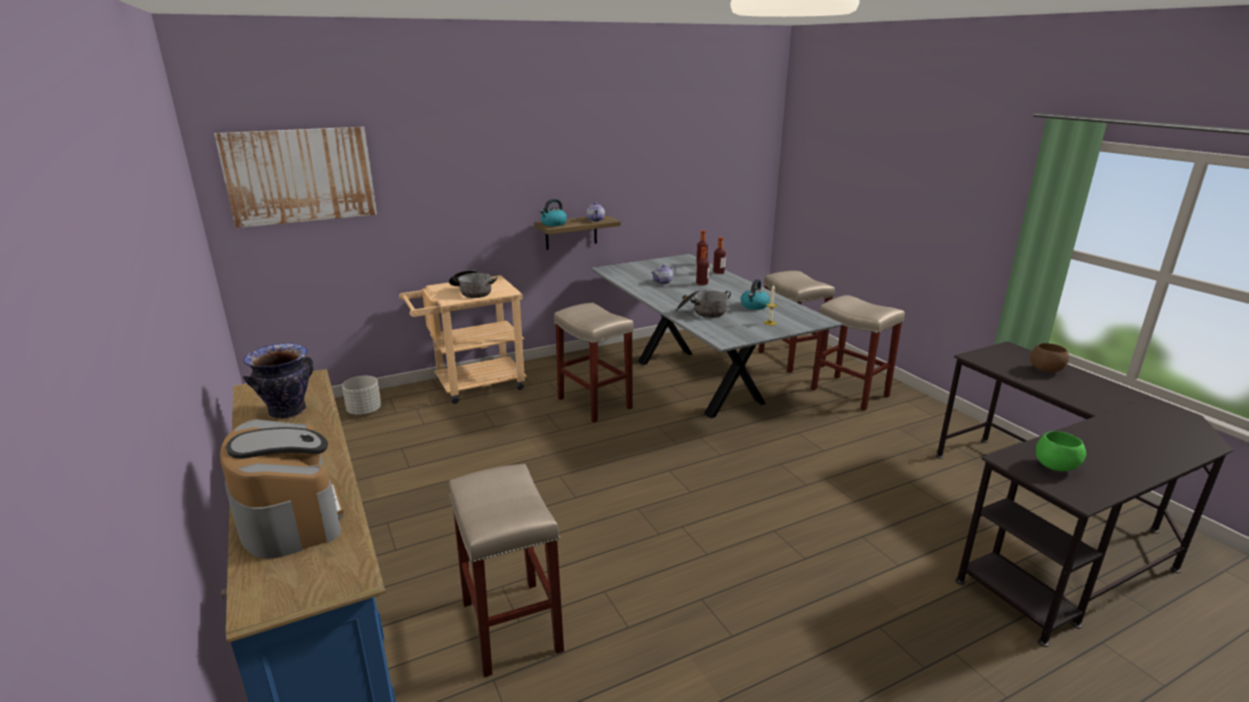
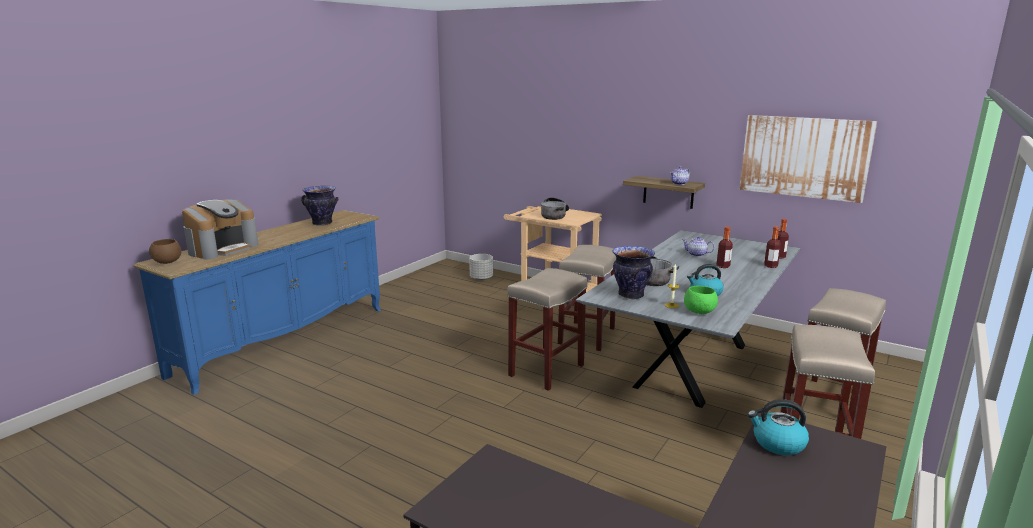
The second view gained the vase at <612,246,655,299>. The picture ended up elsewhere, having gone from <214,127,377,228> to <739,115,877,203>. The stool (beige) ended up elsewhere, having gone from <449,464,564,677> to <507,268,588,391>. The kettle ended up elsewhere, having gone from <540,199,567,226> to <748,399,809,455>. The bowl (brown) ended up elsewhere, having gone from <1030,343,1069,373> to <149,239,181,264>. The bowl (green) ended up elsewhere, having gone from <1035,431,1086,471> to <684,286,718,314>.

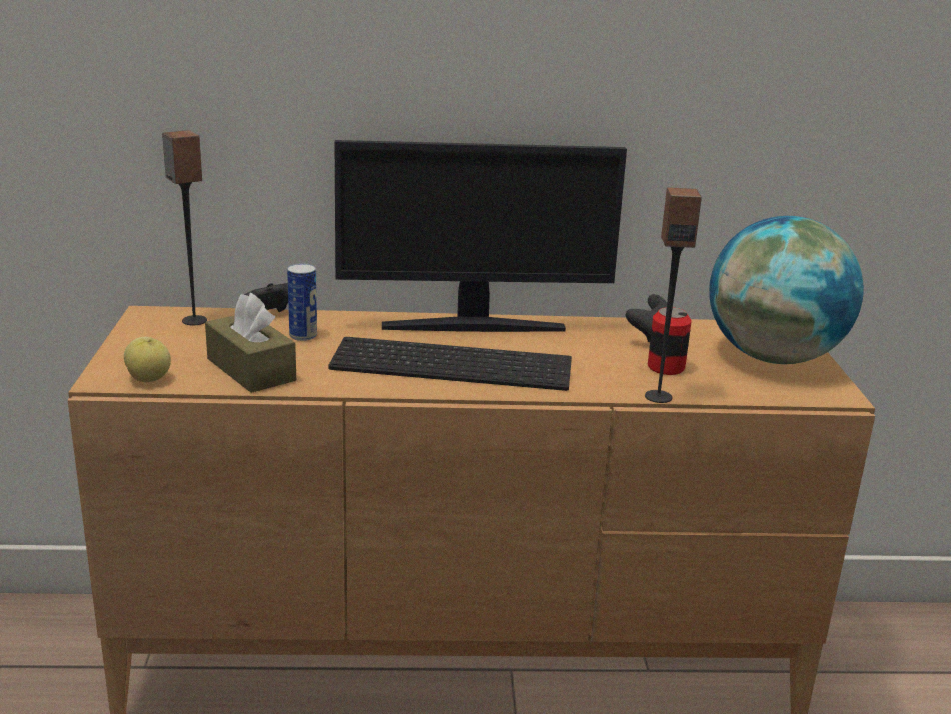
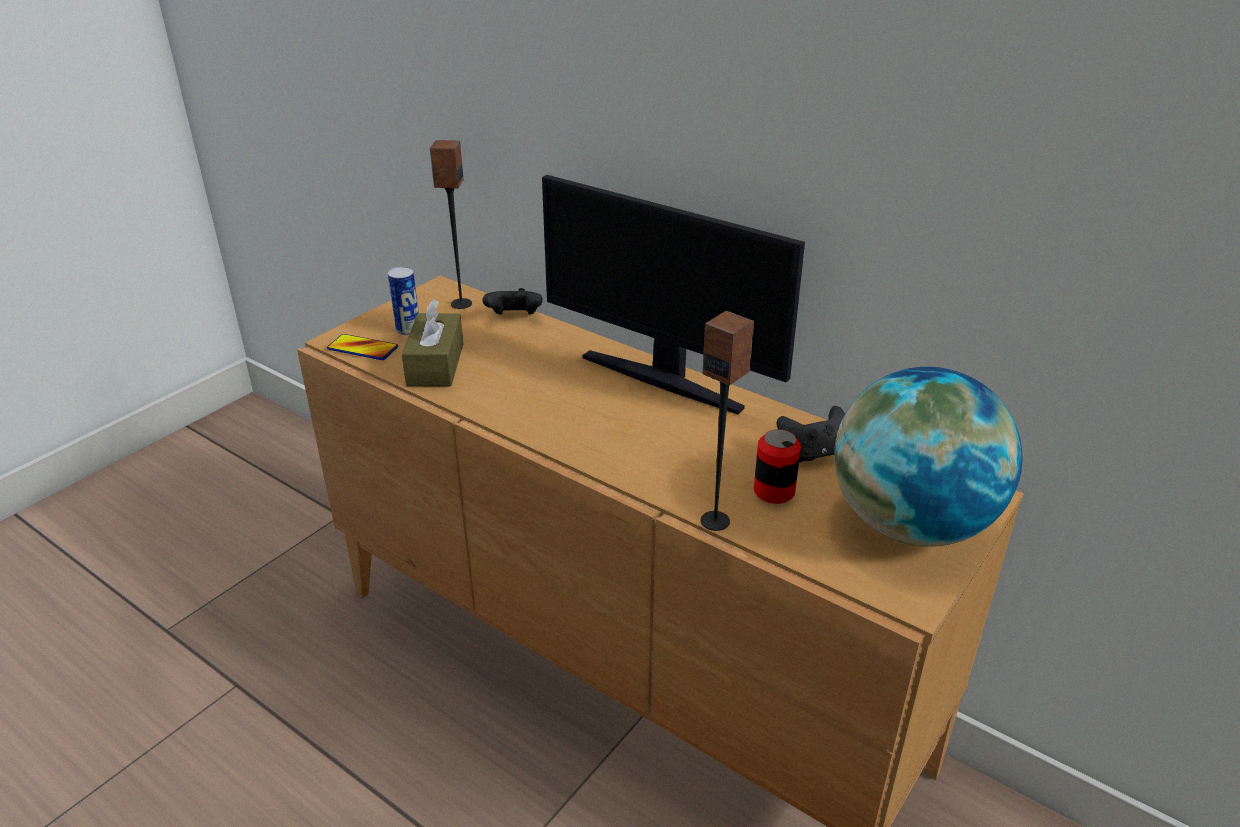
The second view lost the keyboard at <328,337,572,391>. The can ended up elsewhere, having gone from <287,263,317,341> to <388,266,419,335>. Where the apple stood at <124,337,171,382>, the phone came to stand at <327,334,398,360>.

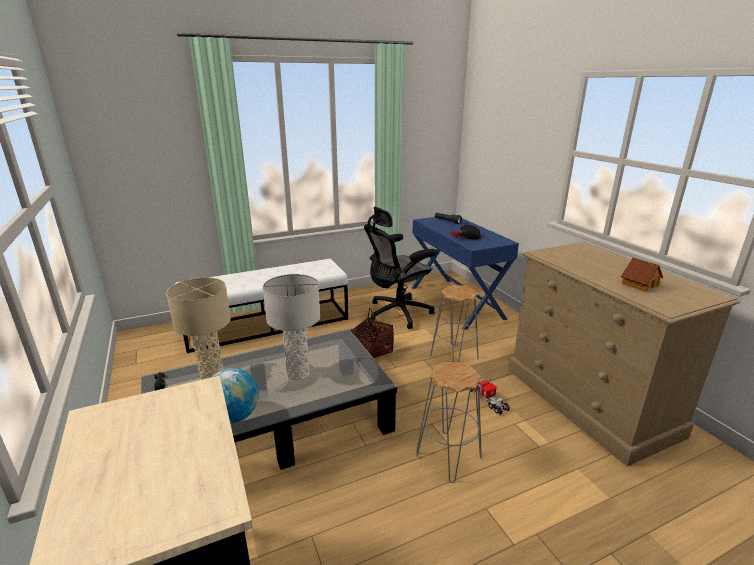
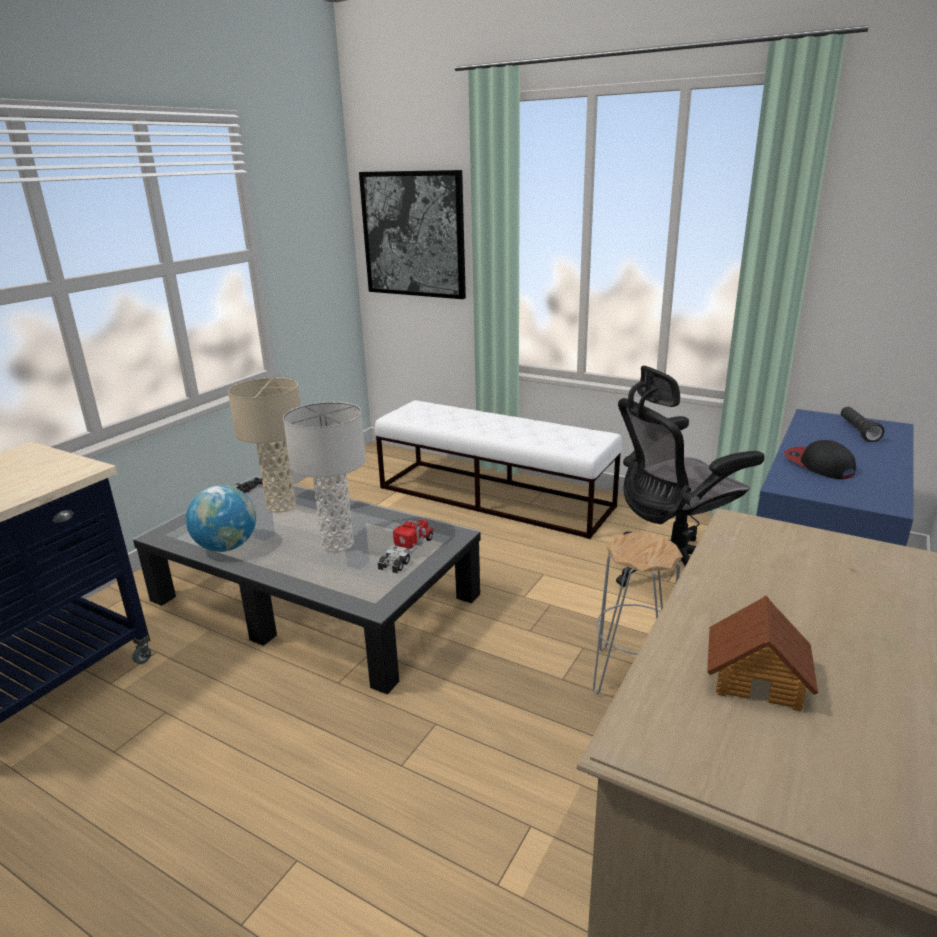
The second view lost the basket at <350,308,394,358>. The second view lost the stool (grey) at <416,362,482,483>. The second view gained the picture at <359,170,466,299>. The toy truck ended up elsewhere, having gone from <470,379,510,415> to <378,519,434,574>. The office chair at <364,207,437,329> ended up facing another way, 45 degrees counterclockwise from before.

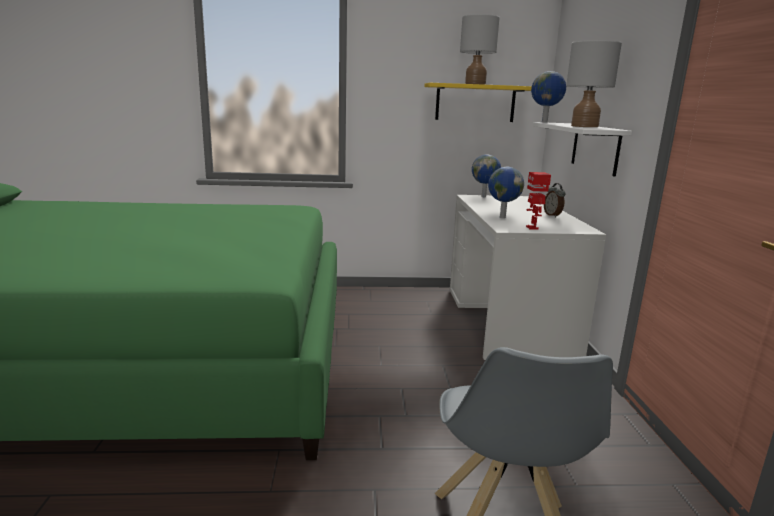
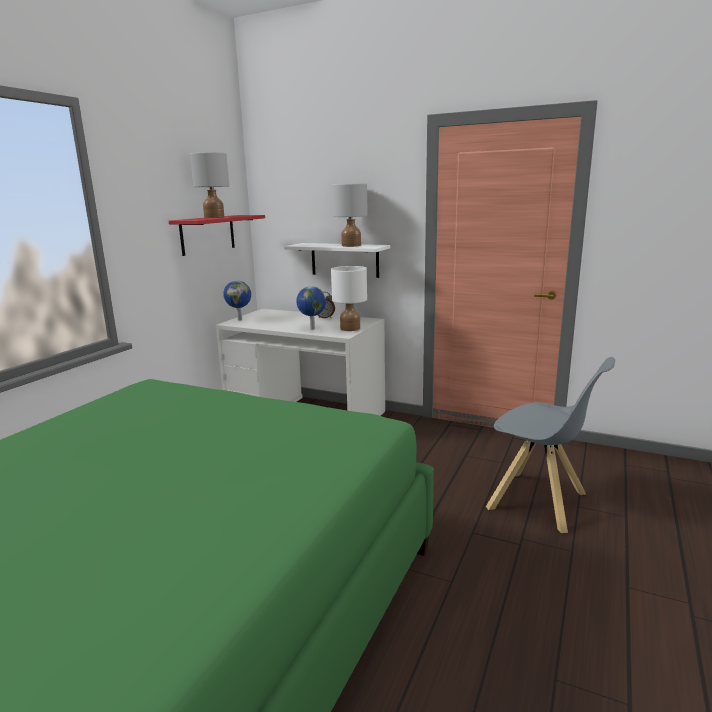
The second view lost the globe at <531,71,566,123>. Where the toy robot stood at <526,172,551,230>, the table lamp (white) came to stand at <331,266,367,331>. What was the shelf (yellow) at <424,83,532,122> turned into the shelf (red) at <169,215,265,256>.

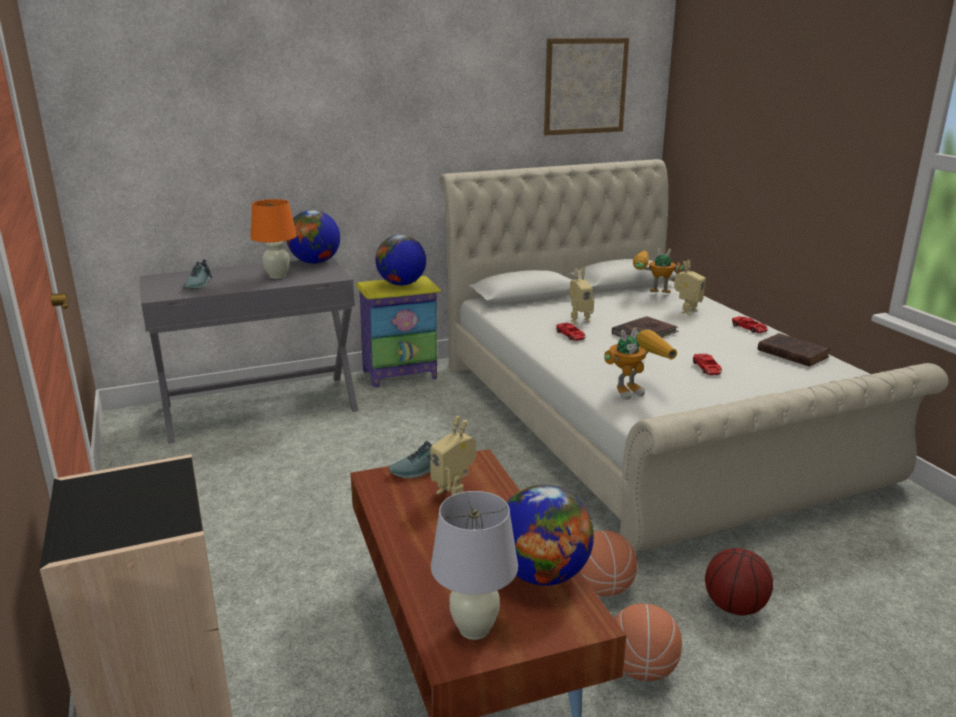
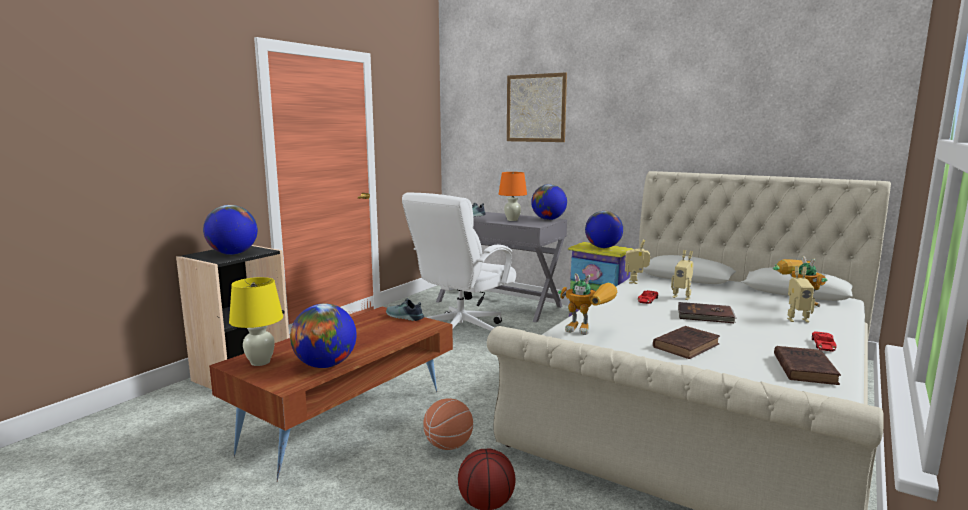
The second view lost the basketball at <615,603,682,681>. The second view gained the globe at <203,205,258,255>. The second view gained the office chair (white) at <402,192,516,331>. The toy robot ended up elsewhere, having gone from <430,416,476,495> to <625,240,650,284>. The picture ended up elsewhere, having gone from <544,36,629,135> to <507,72,567,142>. Where the toy car (red) stood at <693,354,722,375>, the book (brown) came to stand at <653,326,720,359>. What was the table lamp (white) at <431,491,518,640> turned into the table lamp (yellow) at <229,277,283,366>.

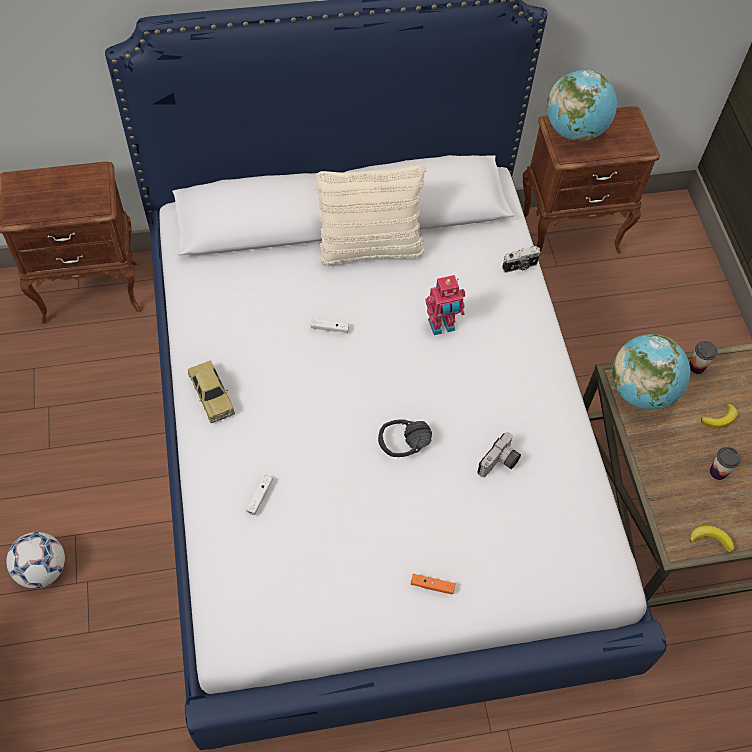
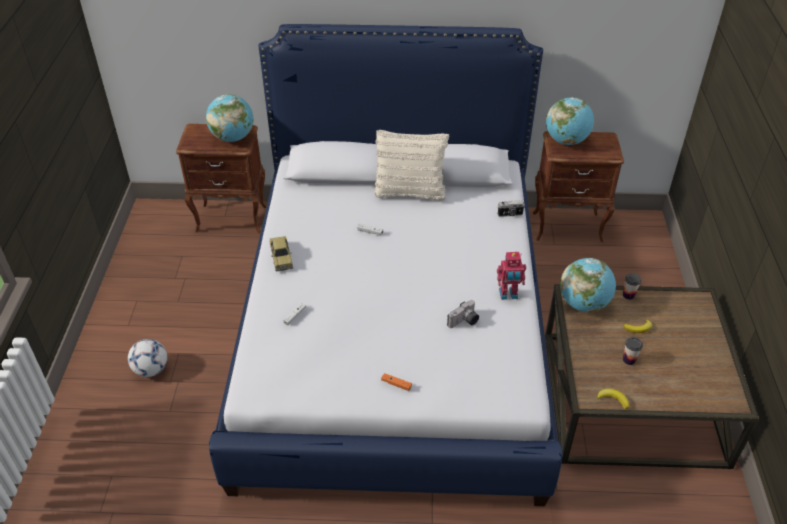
The second view lost the headphones (black) at <378,419,432,457>. The second view gained the globe at <206,94,254,142>. The toy robot ended up elsewhere, having gone from <425,275,465,335> to <497,252,526,300>.

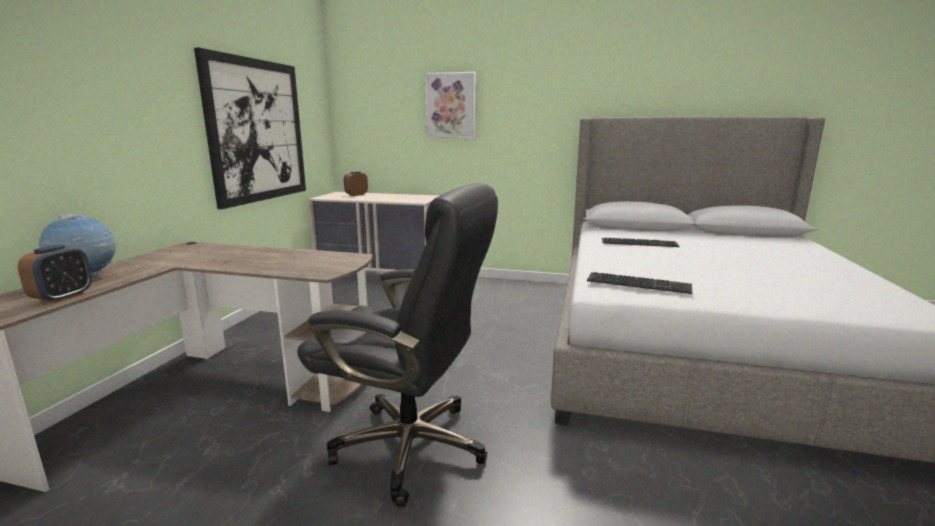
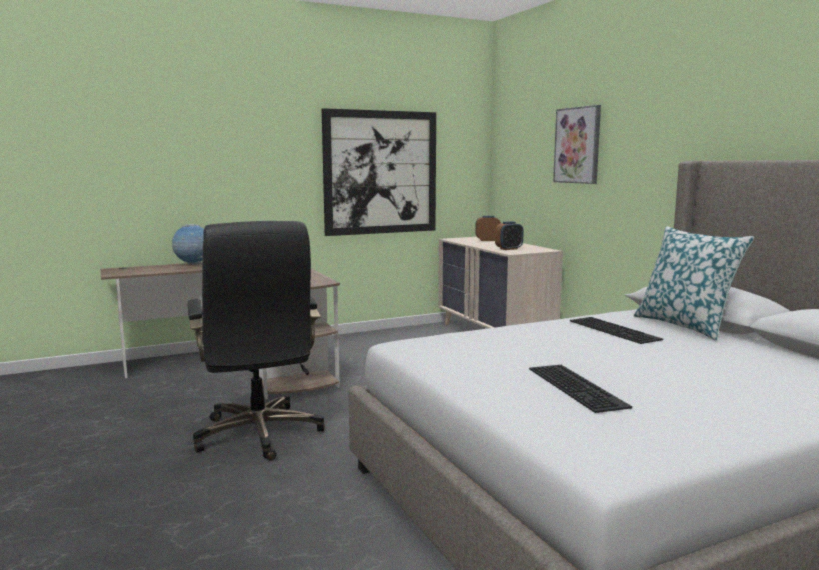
The second view gained the pillow at <634,226,754,340>. The alarm clock ended up elsewhere, having gone from <18,244,92,303> to <495,221,524,250>. The keyboard ended up elsewhere, having gone from <587,272,692,294> to <529,365,632,413>.

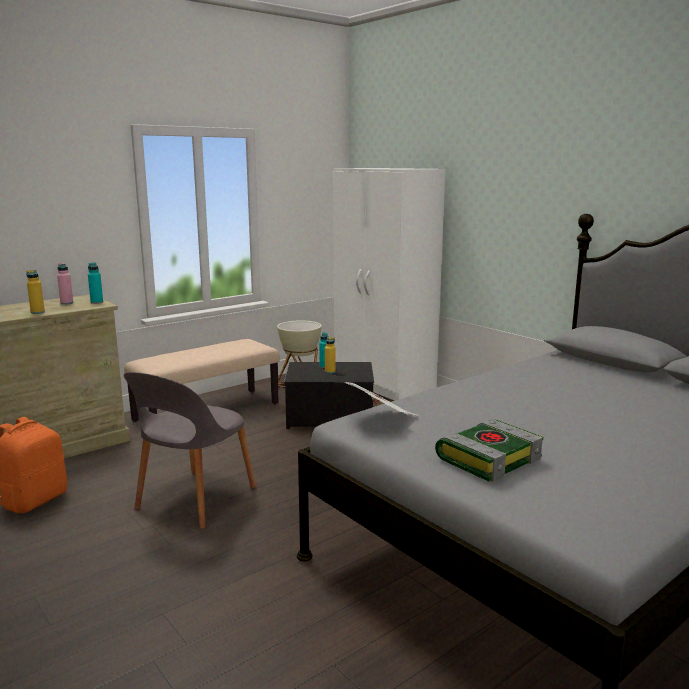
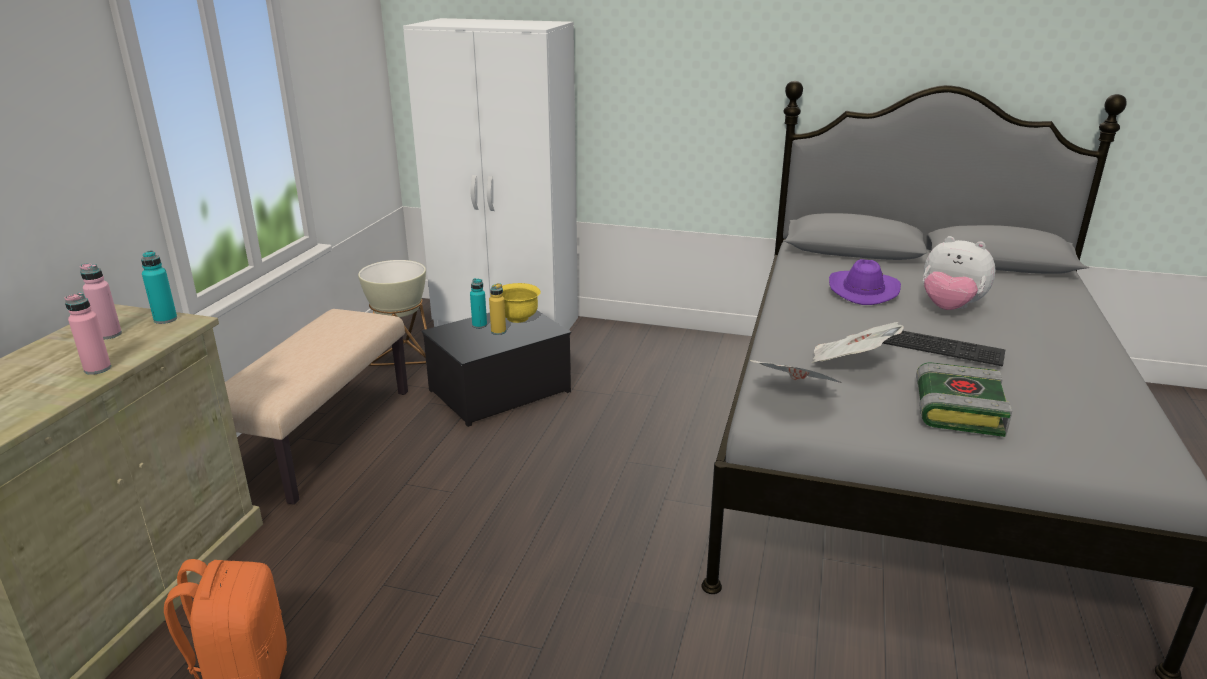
The second view lost the chair (grey) at <124,372,256,529>. The second view gained the bowl (yellow) at <502,283,541,323>. The second view gained the newspaper at <812,322,904,363>. The second view gained the hat (purple) at <829,259,901,305>. The second view gained the keyboard at <883,331,1006,367>. The second view gained the plush toy at <923,236,996,310>. What was the bottle (yellow) at <26,270,45,314> turned into the bottle (pink) at <65,293,111,375>.

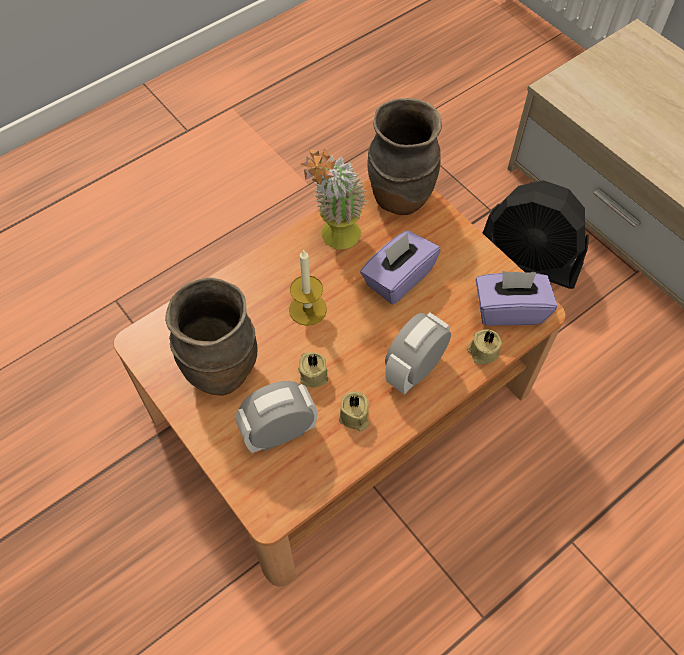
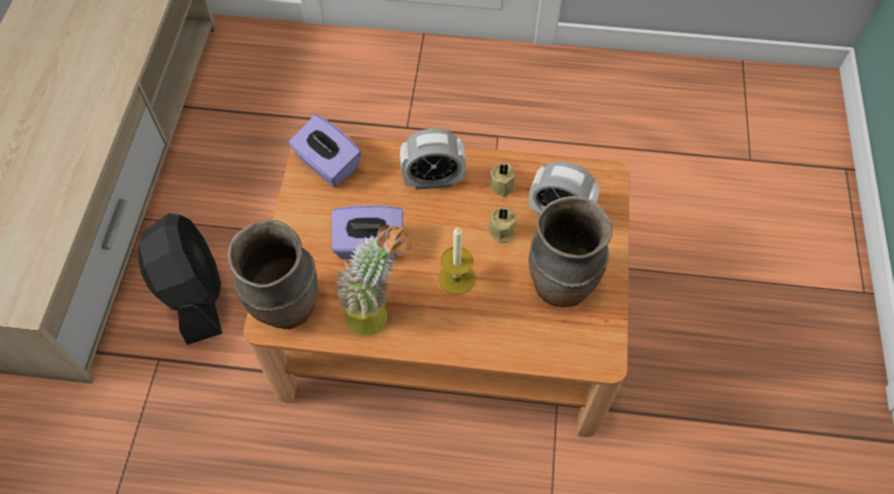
The second view lost the candle (beige) at <467,329,502,364>.

